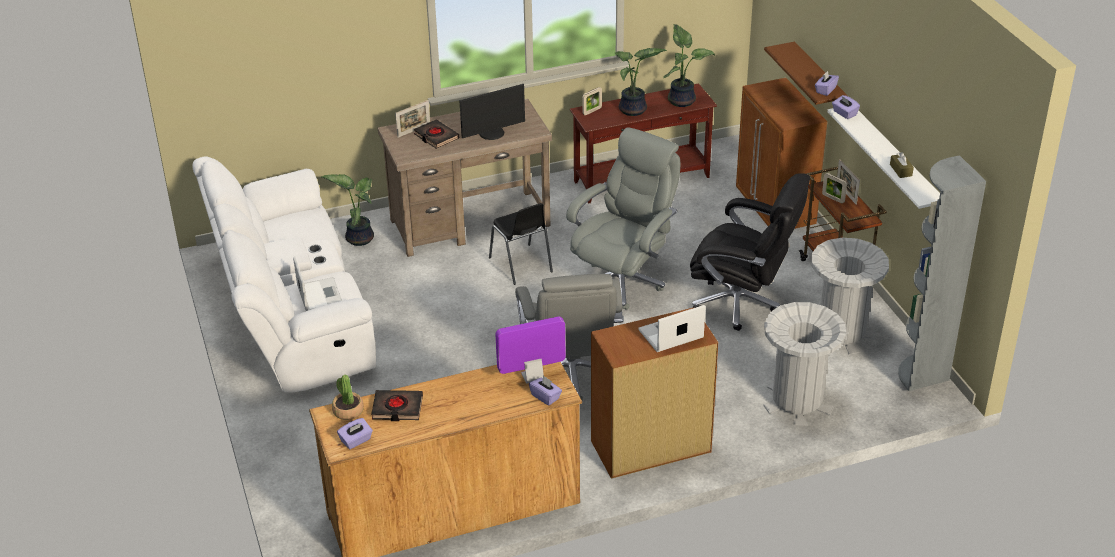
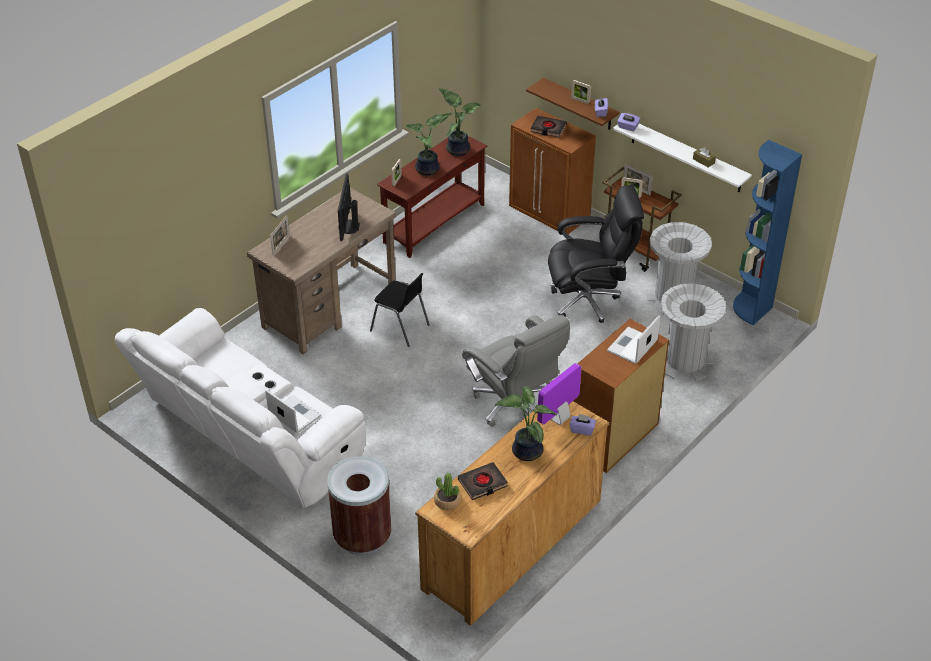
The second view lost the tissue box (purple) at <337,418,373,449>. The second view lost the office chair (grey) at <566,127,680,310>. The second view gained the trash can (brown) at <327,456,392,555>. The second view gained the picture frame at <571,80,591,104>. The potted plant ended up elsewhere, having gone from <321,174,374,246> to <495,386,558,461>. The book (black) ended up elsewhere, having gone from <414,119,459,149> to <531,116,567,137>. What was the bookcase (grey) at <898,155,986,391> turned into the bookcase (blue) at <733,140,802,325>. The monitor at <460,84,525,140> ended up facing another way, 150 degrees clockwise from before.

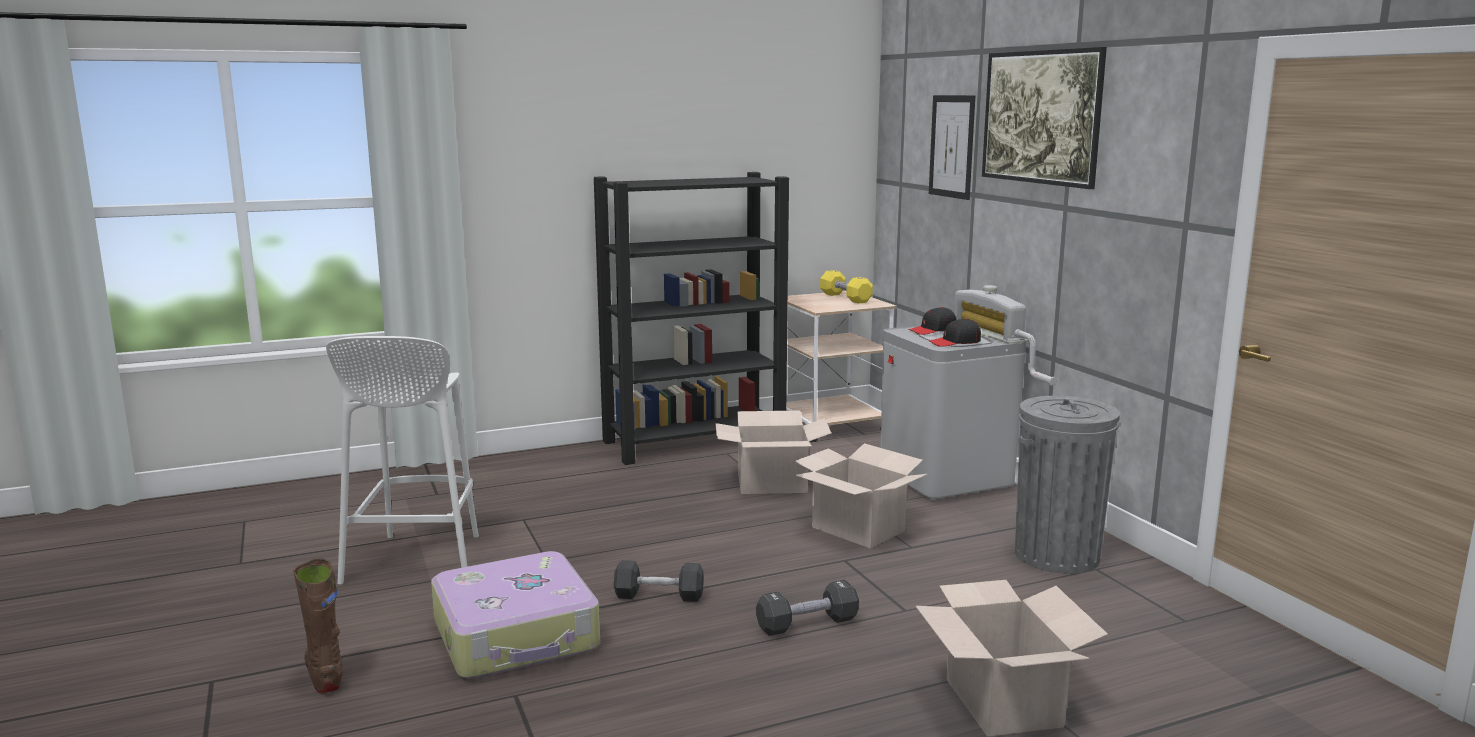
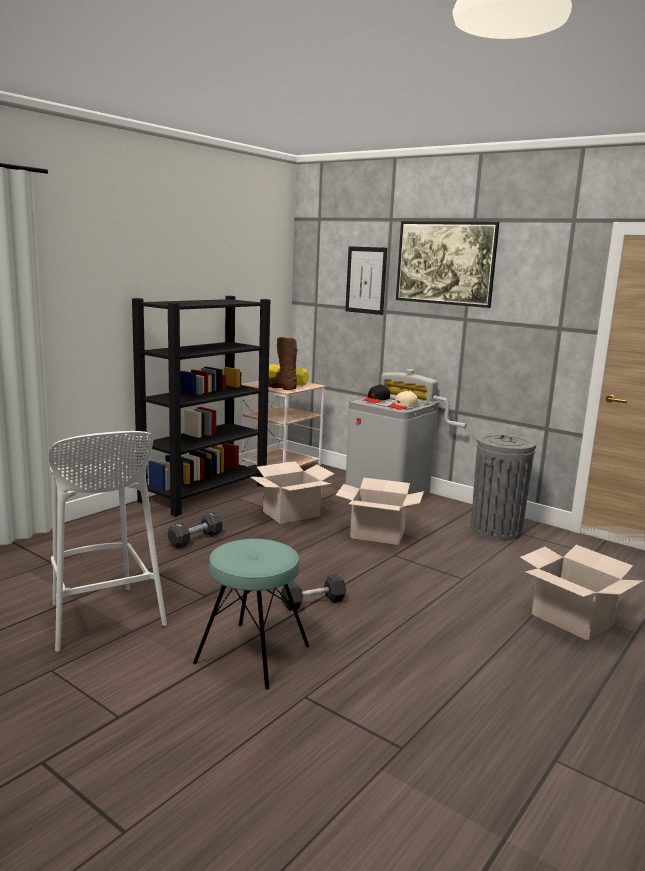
The boot (brown) ended up elsewhere, having gone from <293,558,343,693> to <268,337,298,390>. The dumbbell (black) ended up elsewhere, having gone from <756,580,859,636> to <168,512,222,548>. Where the suitcase stood at <431,551,600,679>, the stool (turquoise) came to stand at <193,539,309,690>. What was the cap (black) at <929,318,981,347> turned into the cap (beige) at <387,390,418,410>.

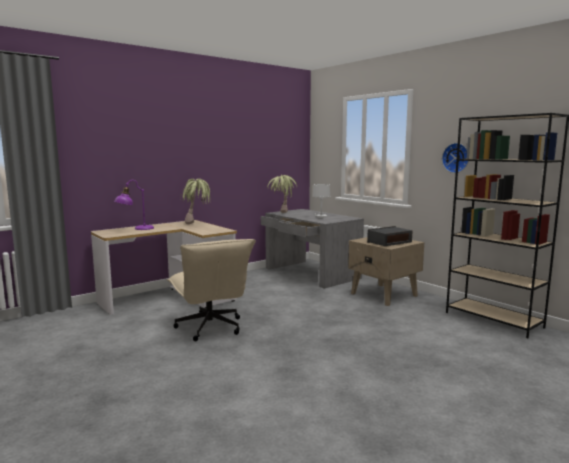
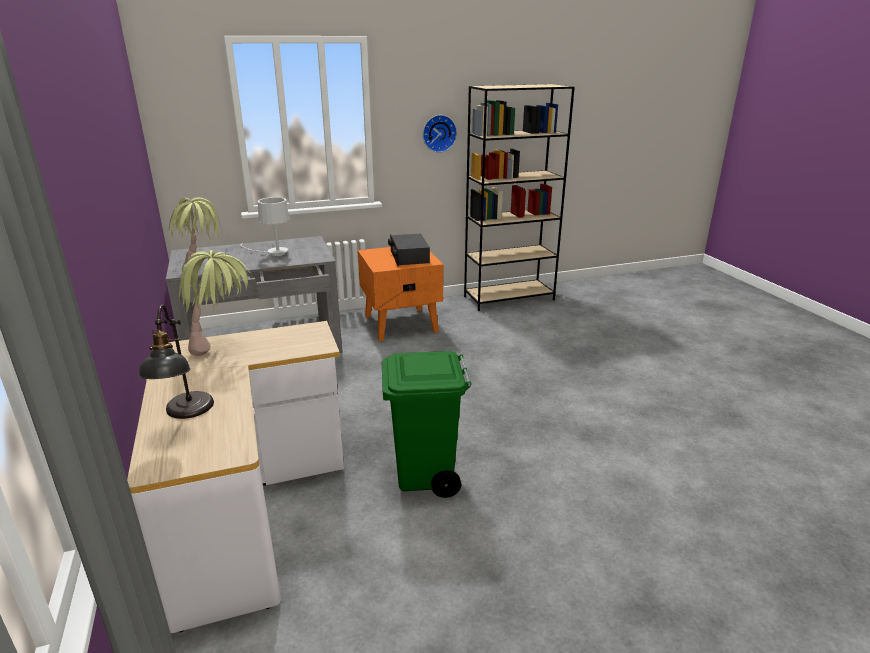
Where the office chair (beige) stood at <166,239,256,341>, the trash can (green) came to stand at <381,351,471,498>. What was the table lamp (purple) at <114,180,154,230> turned into the table lamp (grey) at <138,305,214,419>. What was the nightstand (beige) at <348,237,424,306> turned into the nightstand (orange) at <358,247,443,341>.

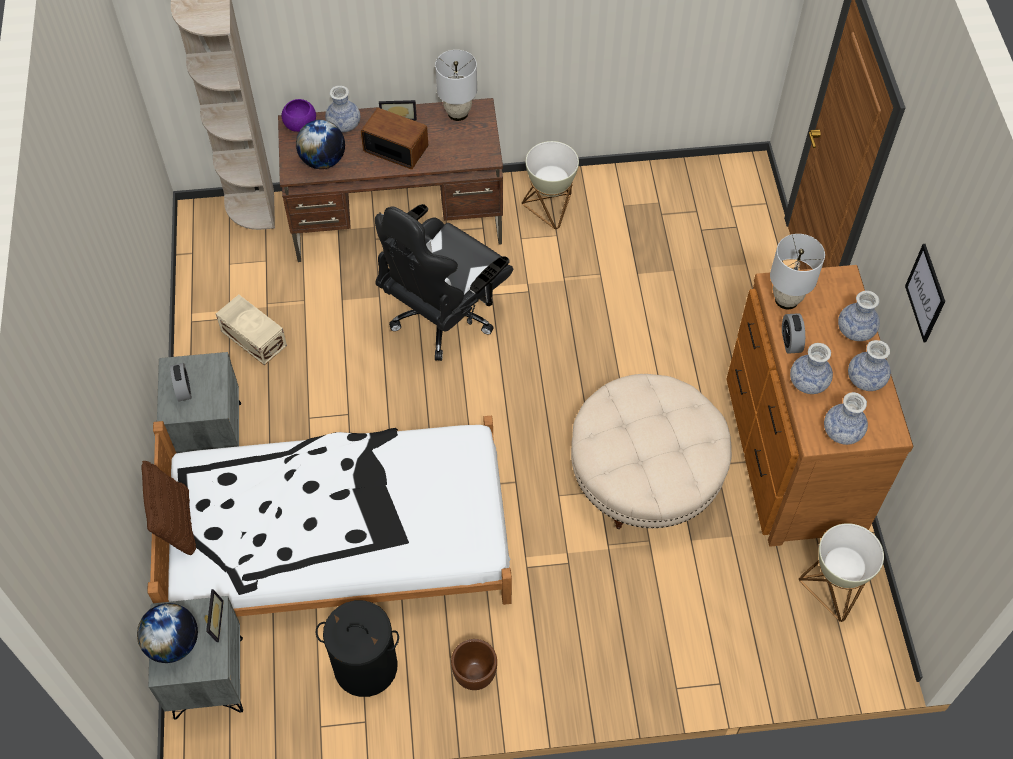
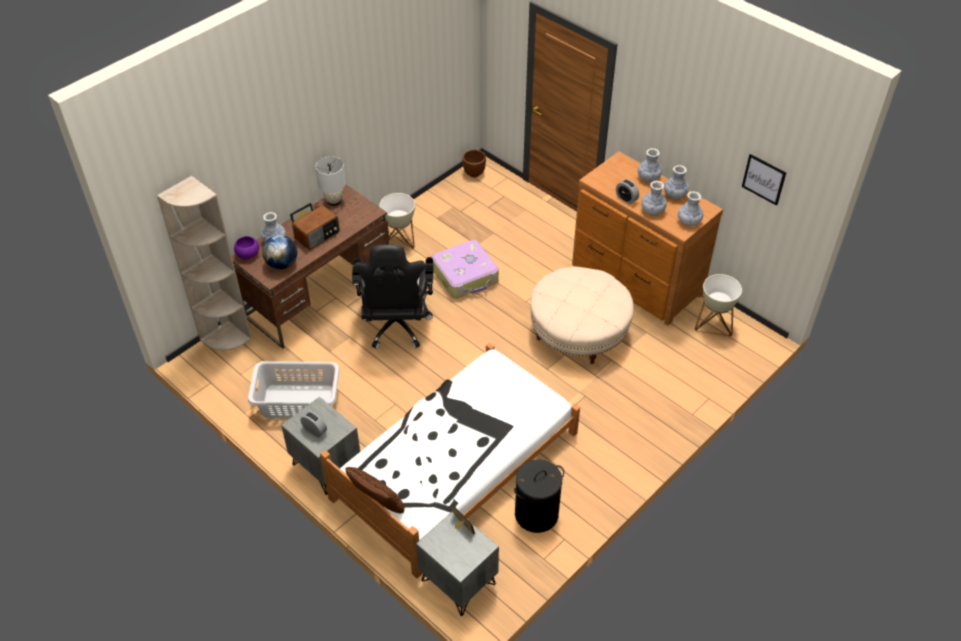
The second view lost the globe at <137,603,198,663>. The second view lost the table lamp (white) at <770,234,825,309>. The second view gained the suitcase at <431,240,499,299>. The planter (brown) ended up elsewhere, having gone from <451,639,497,690> to <463,150,486,177>. The picture ended up elsewhere, having gone from <905,244,945,342> to <742,154,786,206>. Where the storage box (beige) stood at <216,294,287,366>, the laundry basket (grey) came to stand at <248,361,340,419>. The radio at <360,108,428,169> ended up facing another way, 150 degrees clockwise from before.

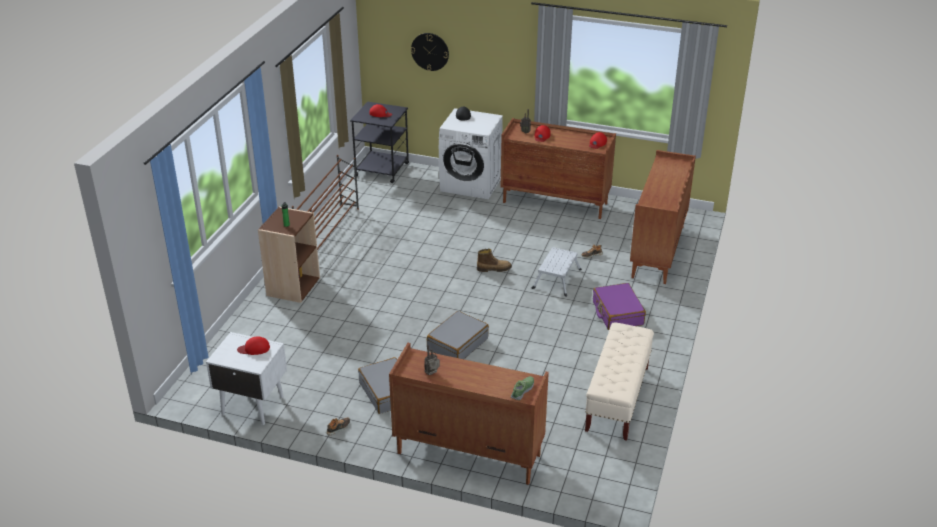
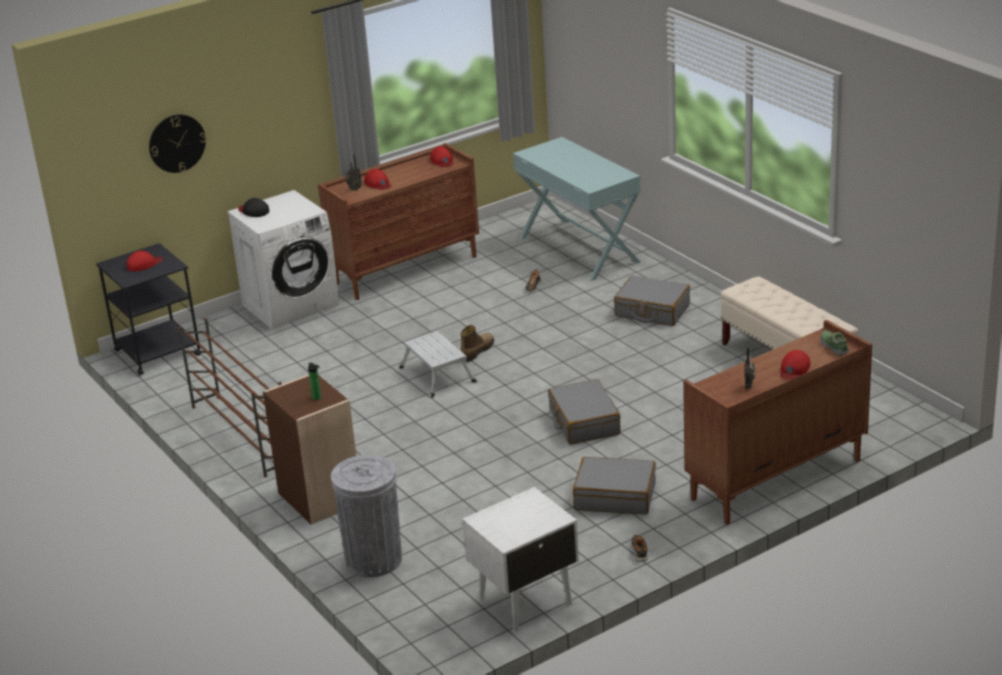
The second view gained the trash can (grey) at <331,455,402,577>. The cap (red) ended up elsewhere, having gone from <237,336,270,355> to <780,350,810,380>. The step ladder (white) ended up elsewhere, having gone from <532,247,582,297> to <399,331,477,398>. Where the cabinet (brown) stood at <630,150,696,284>, the desk (turquoise) came to stand at <513,137,641,281>. What was the suitcase (purple) at <593,283,646,330> turned into the suitcase (grey) at <614,276,690,326>.

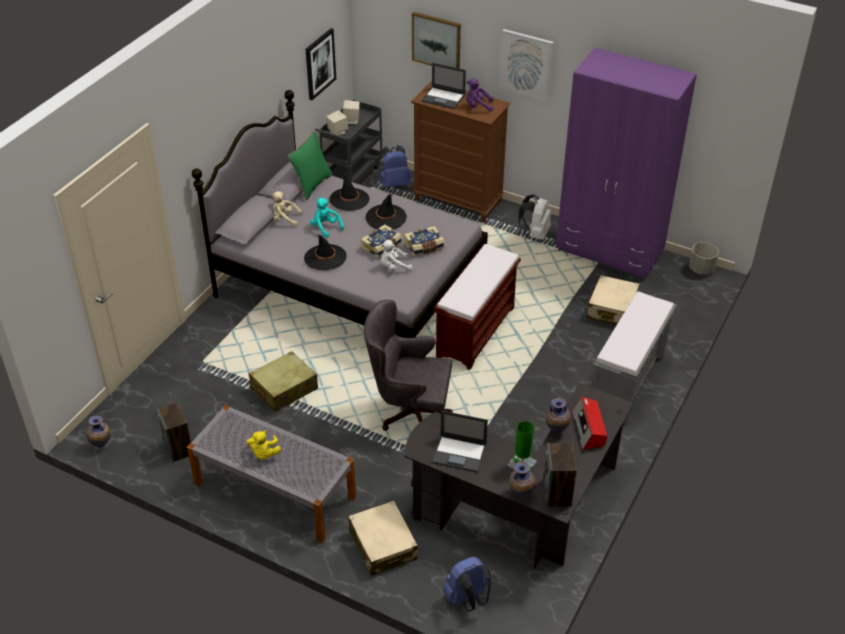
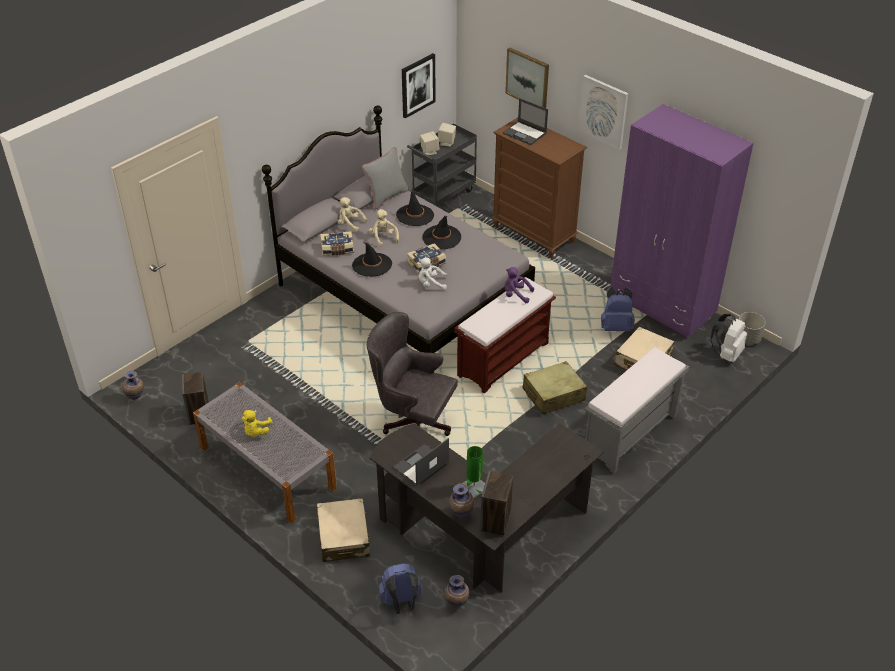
The second view lost the radio at <572,397,607,450>. The suitcase (beige) ended up elsewhere, having gone from <249,351,318,412> to <523,361,587,415>. The backpack (blue) ended up elsewhere, having gone from <380,145,411,188> to <601,287,635,332>. The book ended up elsewhere, having gone from <404,226,445,257> to <320,231,354,256>. The plush toy (purple) ended up elsewhere, having gone from <466,78,493,112> to <504,267,534,303>. The backpack (white) ended up elsewhere, having gone from <519,194,551,240> to <711,313,747,362>. The vase ended up elsewhere, having gone from <546,398,571,433> to <445,575,469,608>. What was the pillow (green) at <288,132,332,200> turned into the pillow (grey) at <362,147,408,210>. What was the plush toy (turquoise) at <310,198,344,238> turned into the plush toy (beige) at <368,209,399,247>. The laptop at <432,411,488,473> ended up facing another way, 105 degrees clockwise from before.

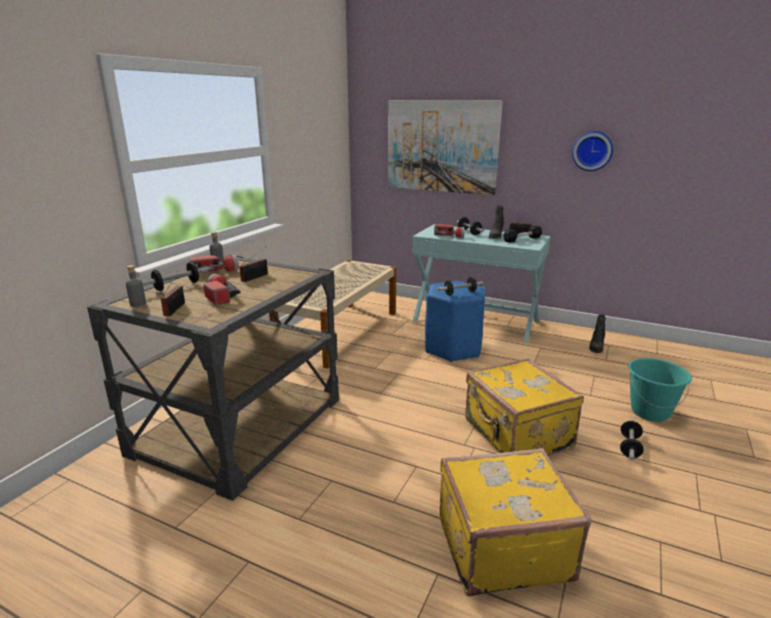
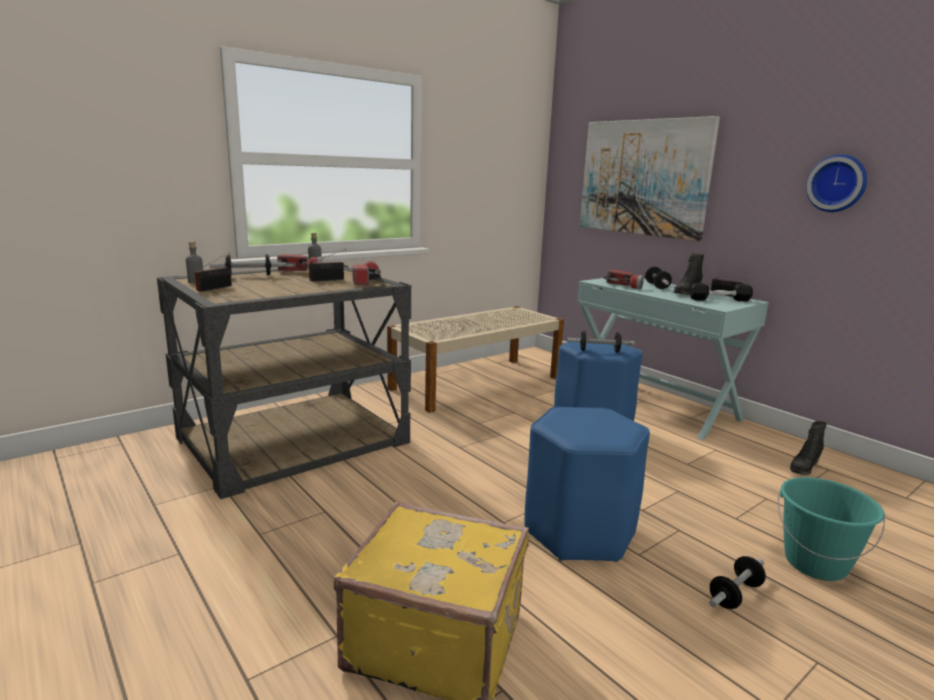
The flashlight ended up elsewhere, having gone from <203,274,241,305> to <352,261,381,285>. Where the suitcase (yellow) stood at <465,359,584,456>, the stool (blue) came to stand at <525,407,650,562>.

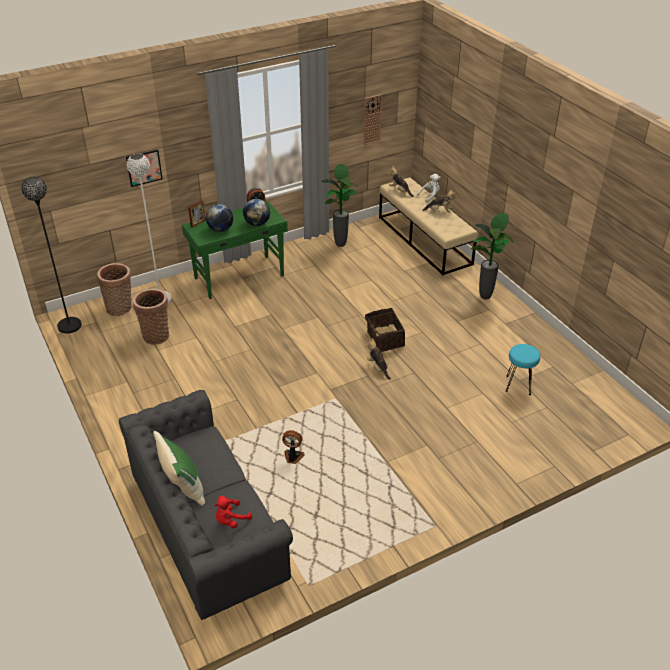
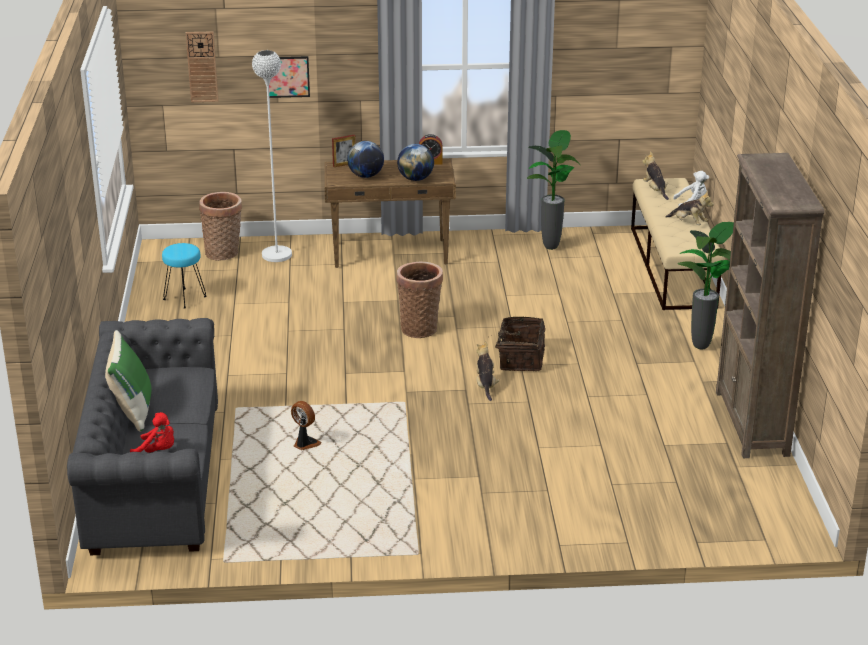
The second view lost the floor lamp (black) at <22,177,82,333>. The second view gained the bookcase (brown) at <716,153,825,458>. The basket ended up elsewhere, having gone from <133,289,169,345> to <397,262,443,338>. The wall clock ended up elsewhere, having gone from <364,94,382,145> to <186,31,219,102>. The stool (turquoise) ended up elsewhere, having gone from <506,344,540,395> to <162,243,207,309>. What was the console table (green) at <182,201,288,299> turned into the console table (brown) at <324,159,456,268>. The plush toy (red) at <214,496,252,528> ended up facing another way, 150 degrees counterclockwise from before.

